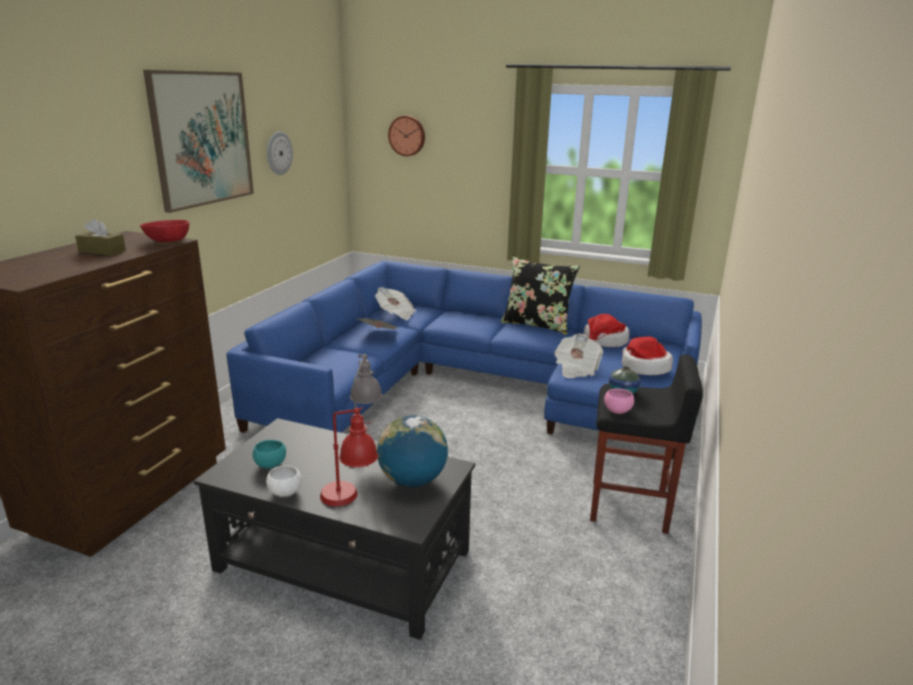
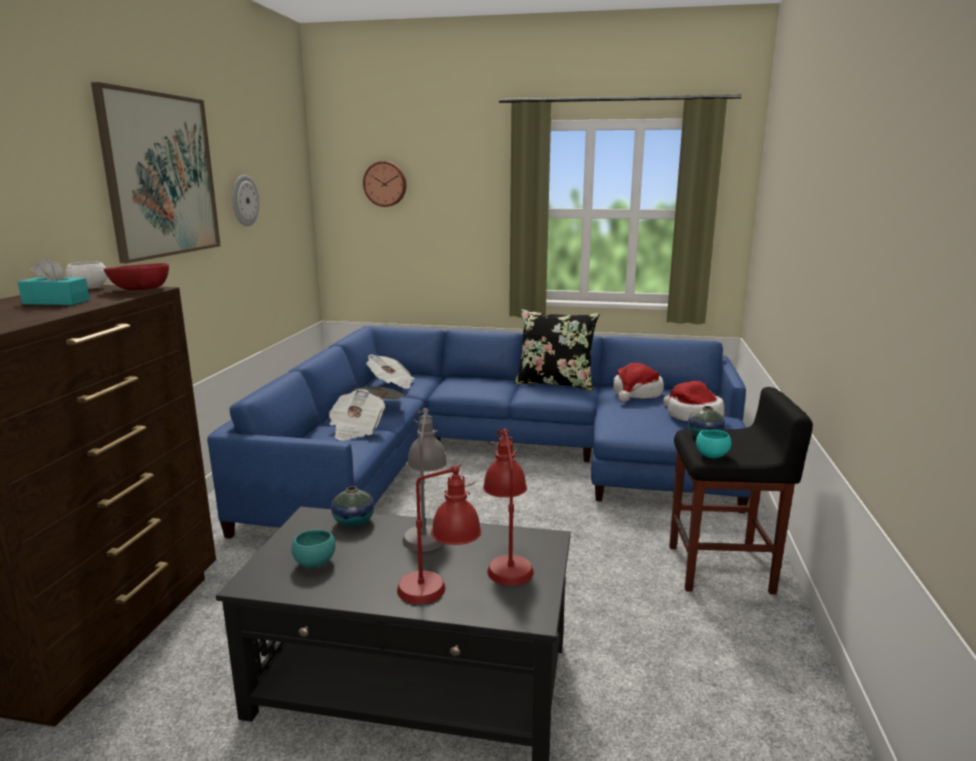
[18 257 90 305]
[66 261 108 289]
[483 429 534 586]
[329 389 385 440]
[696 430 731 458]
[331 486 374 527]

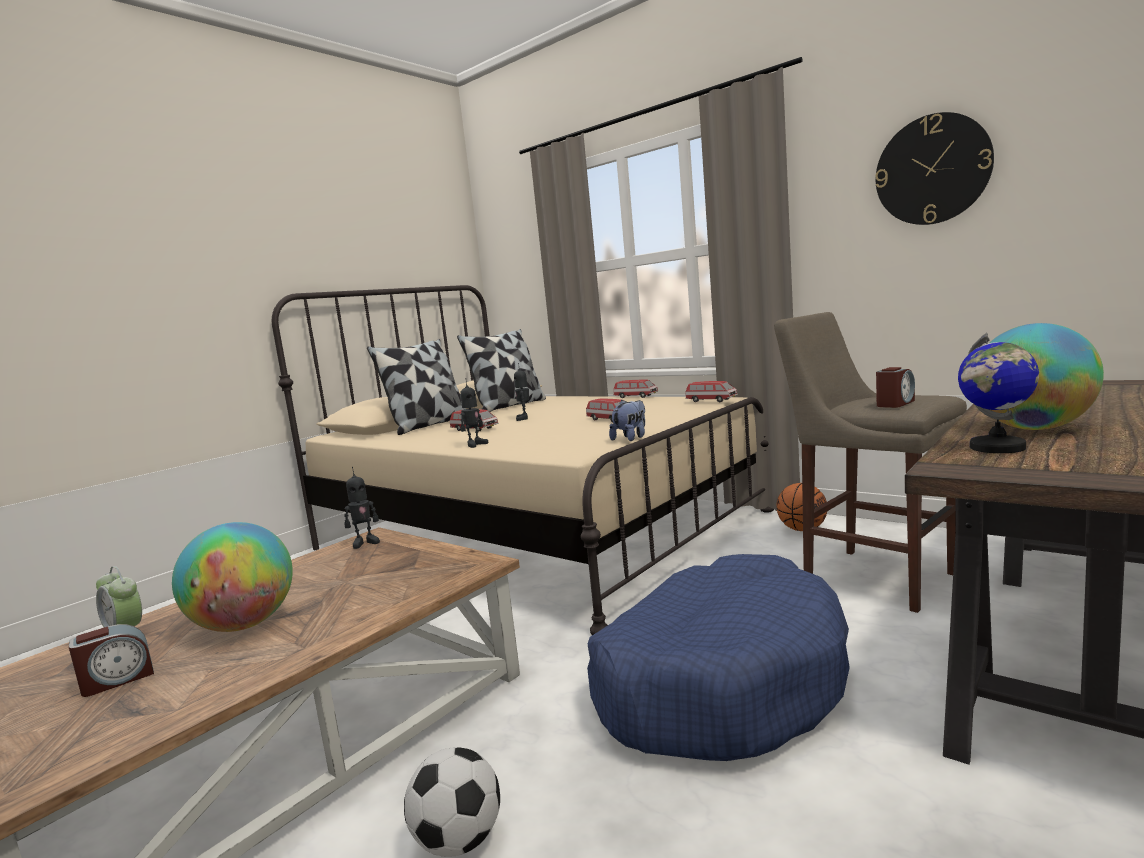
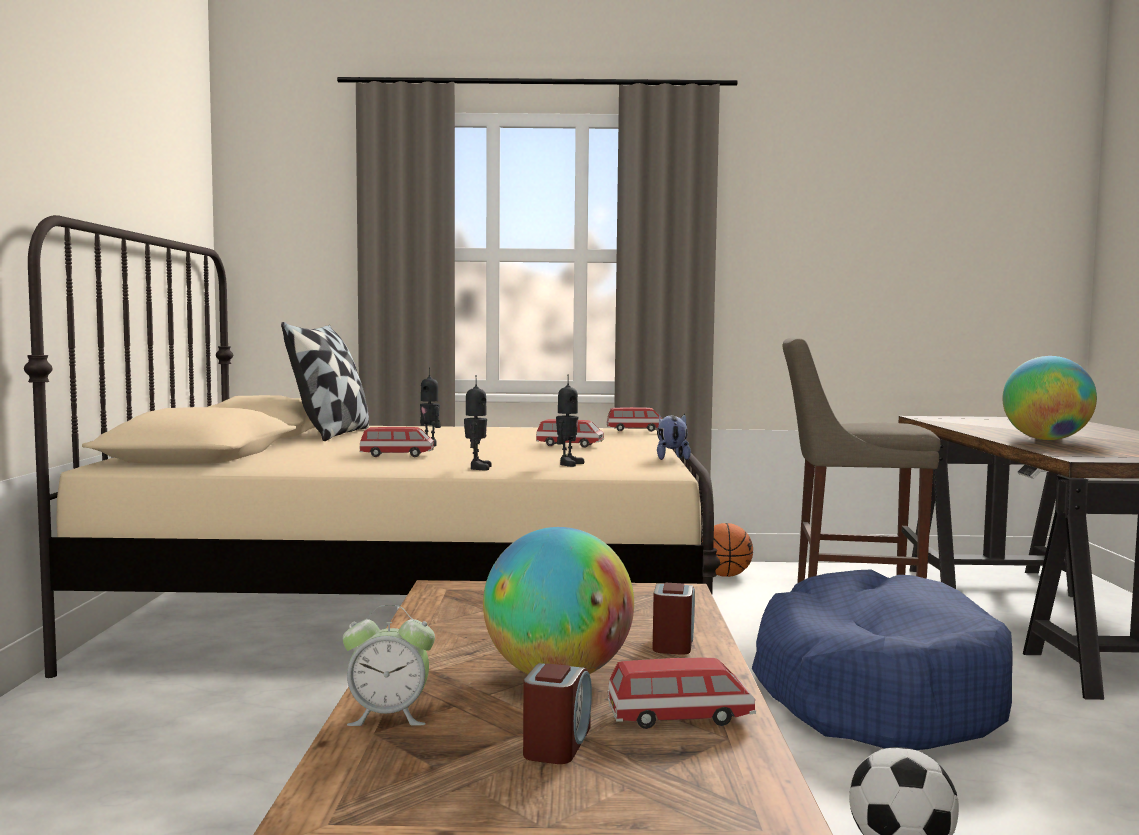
[556 375 584 467]
[367 339 466 435] (first image)
[608 657 756 729]
[875 112 994 225] (first image)
[653 583 695 655]
[958 333 1039 453] (first image)

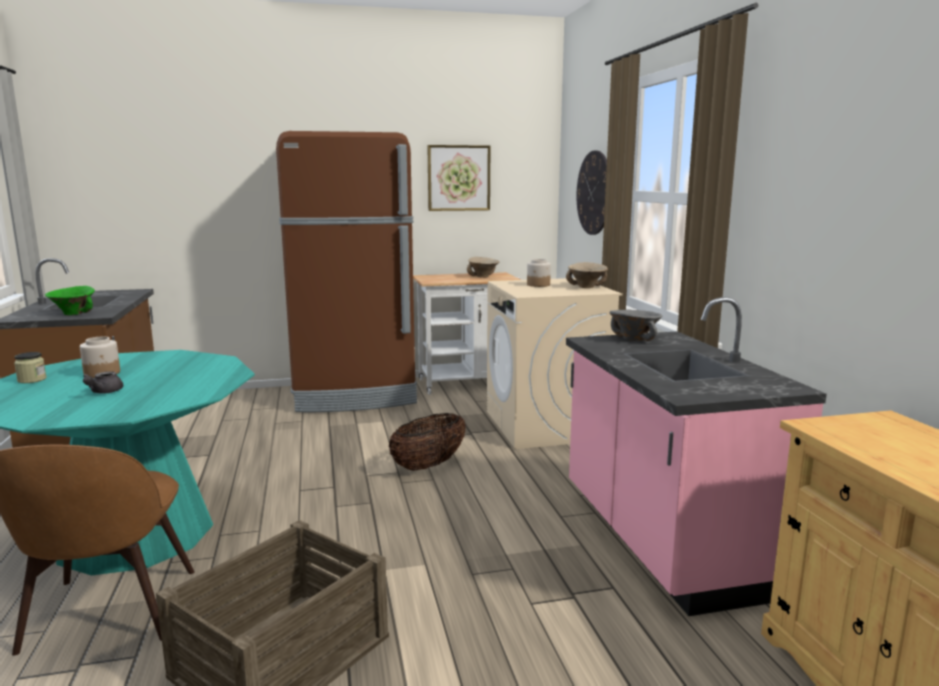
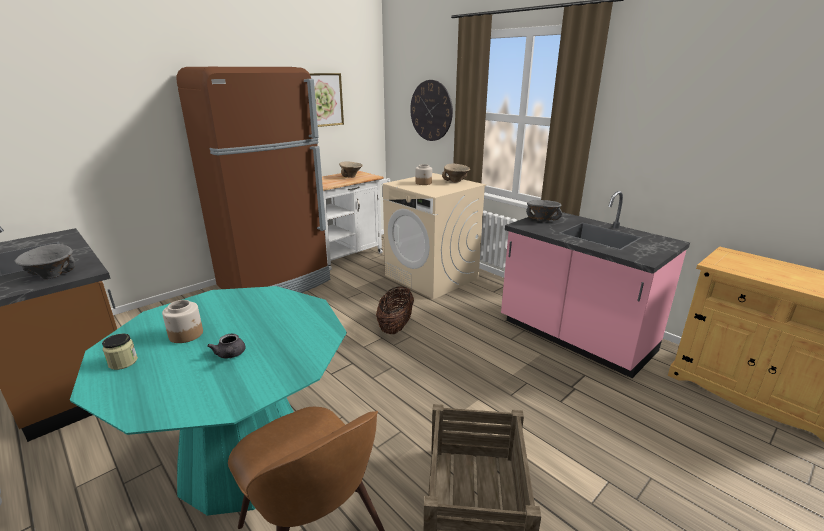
[15 244 75 279]

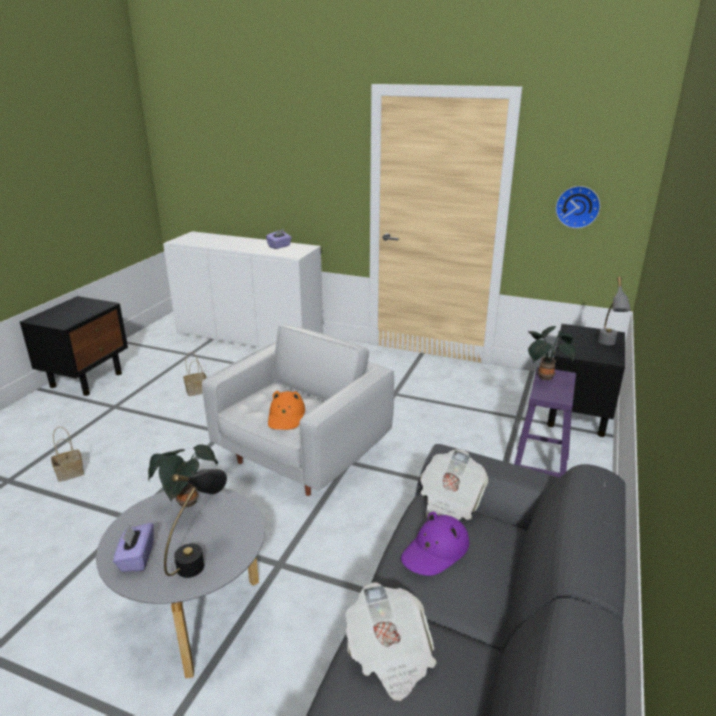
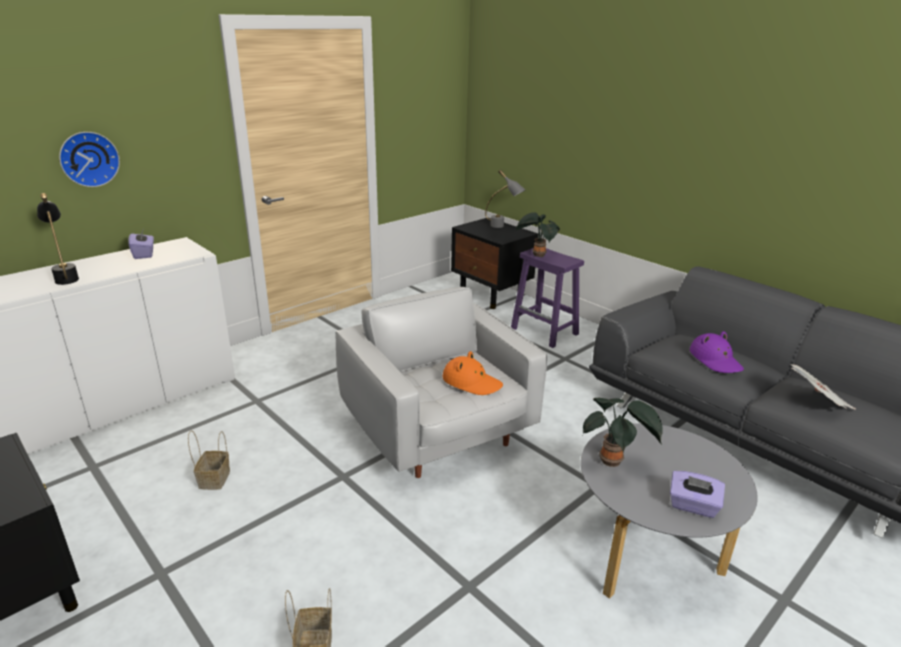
[37 193 79 285]
[420 449 488 520] (first image)
[59 132 120 187]

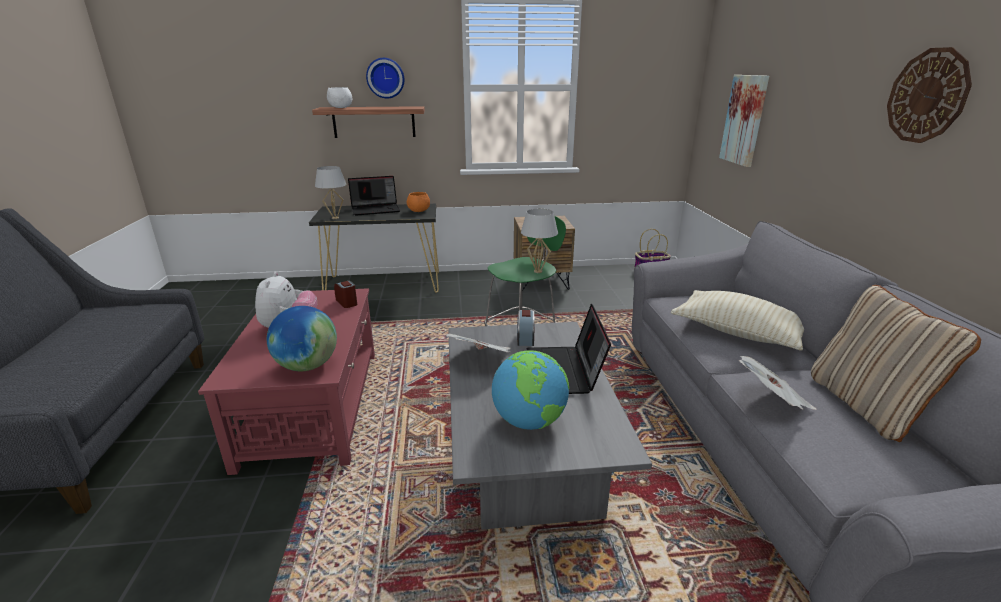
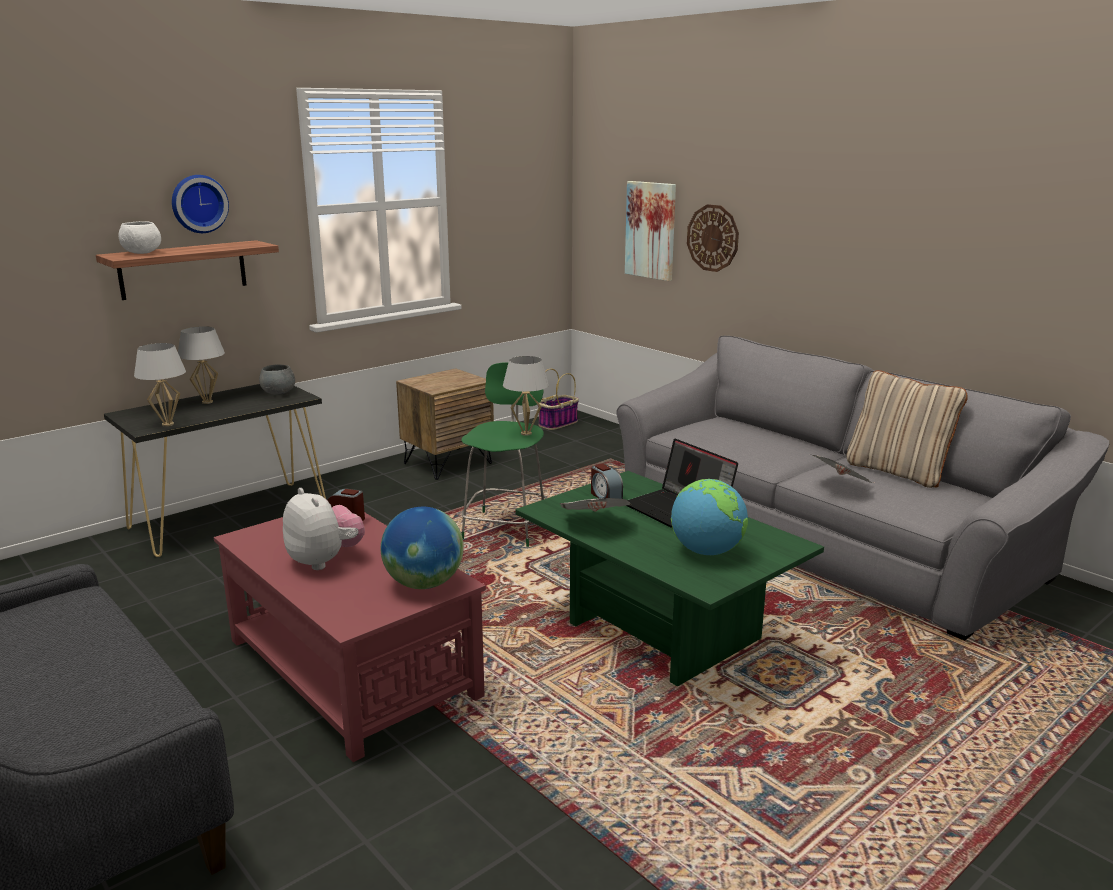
[178 326 225 404]
[259 364 295 395]
[516 471 824 686]
[671 290 804 351] (first image)
[687 204 739 272]

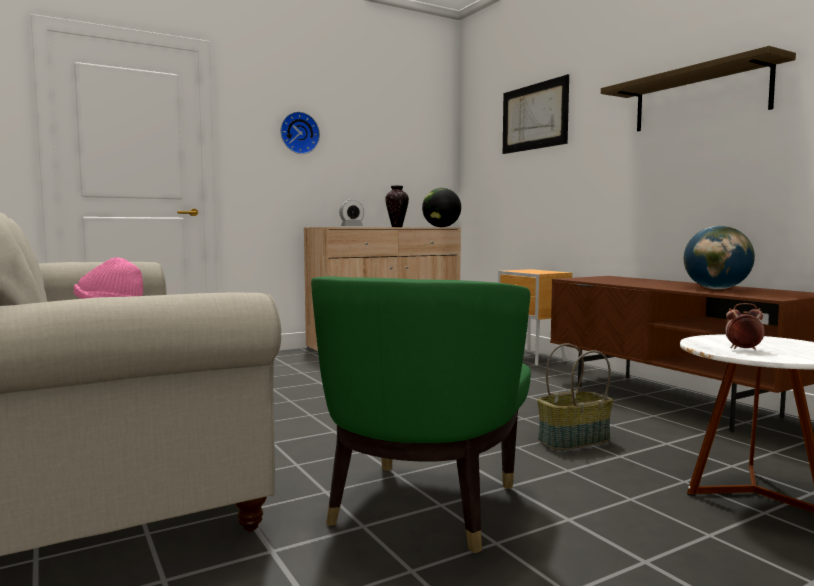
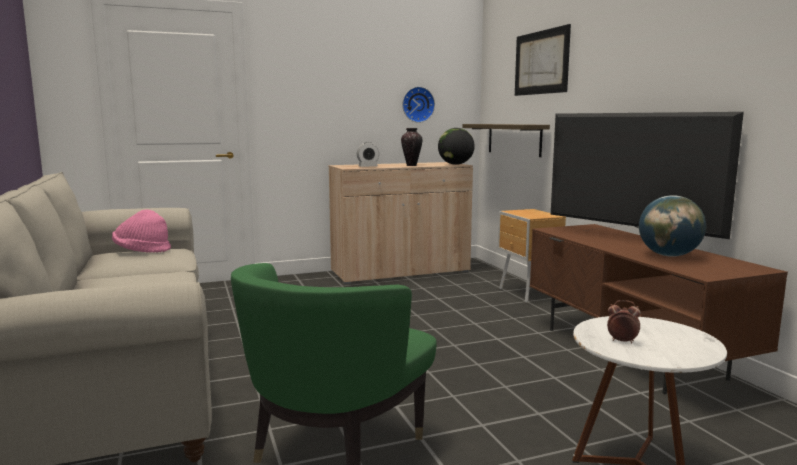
[402 87 435 123]
[537 343 613 450] (first image)
[463 124 550 157]
[551 112 744 239]

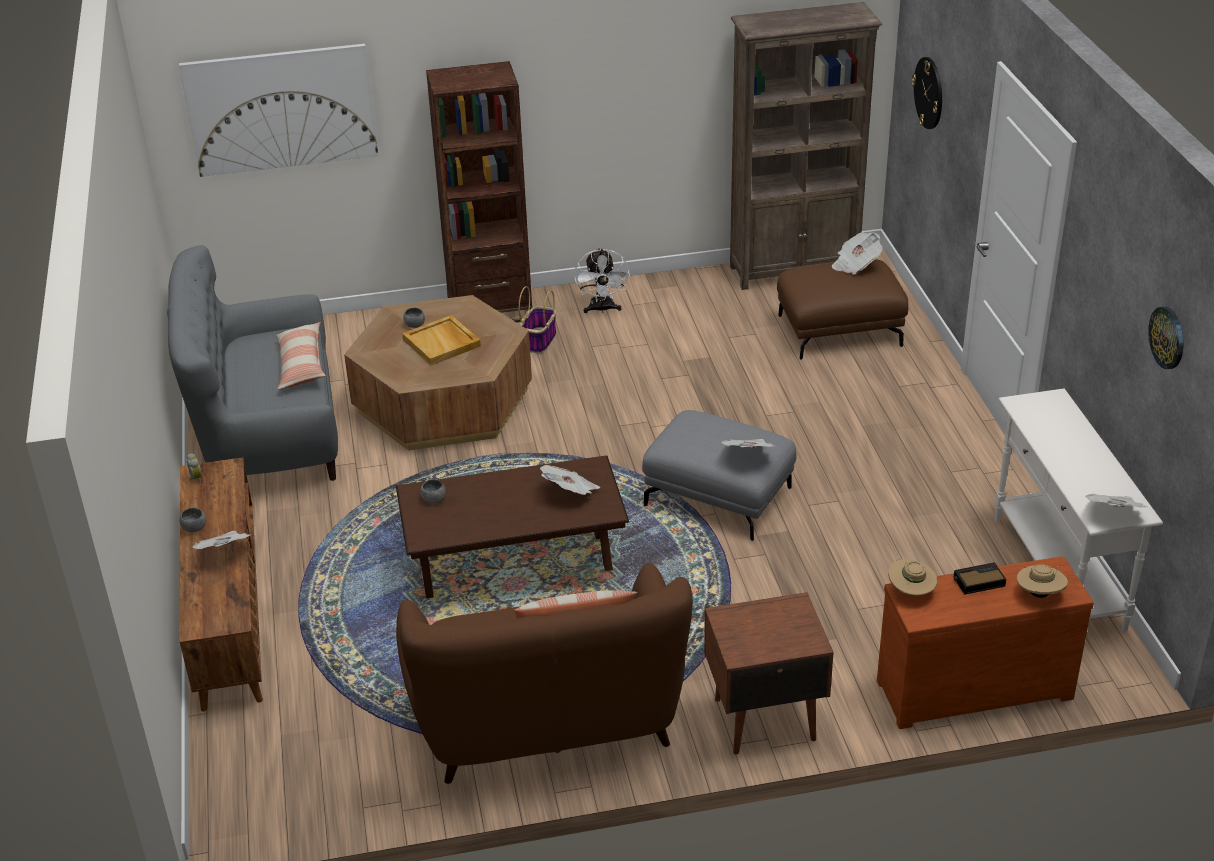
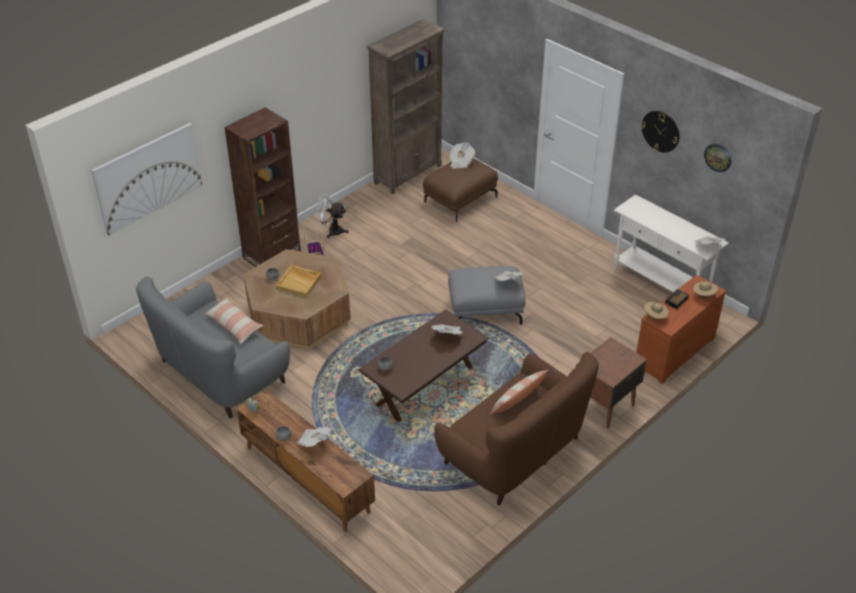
[316 193 348 238]
[641 111 680 153]

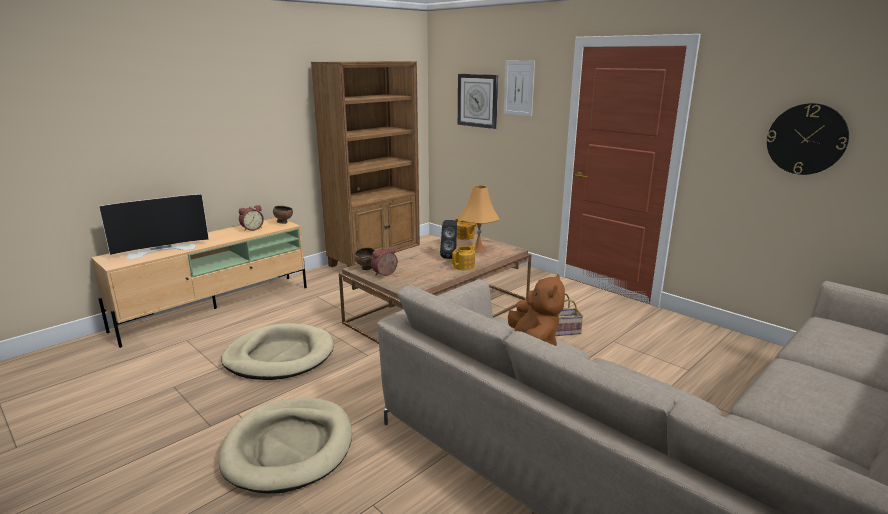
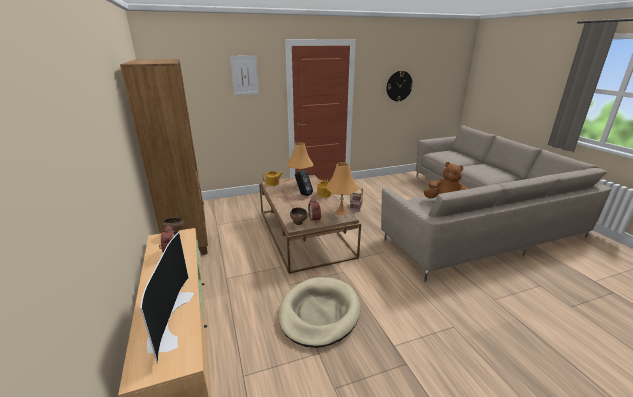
[218 398 352 494] (first image)
[458 74 498 129] (first image)
[325 163 359 215]

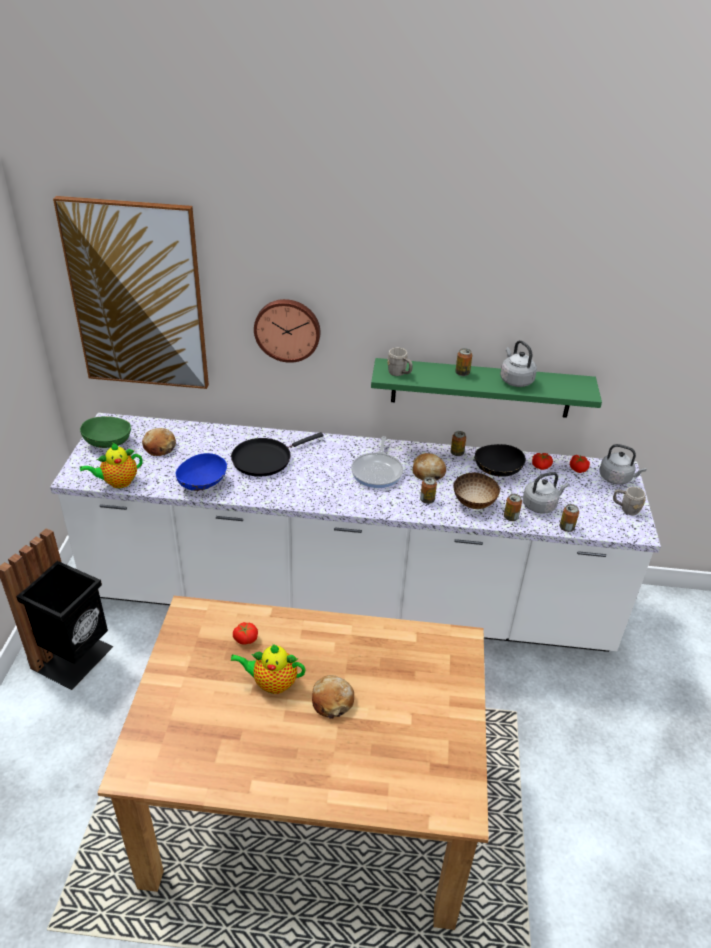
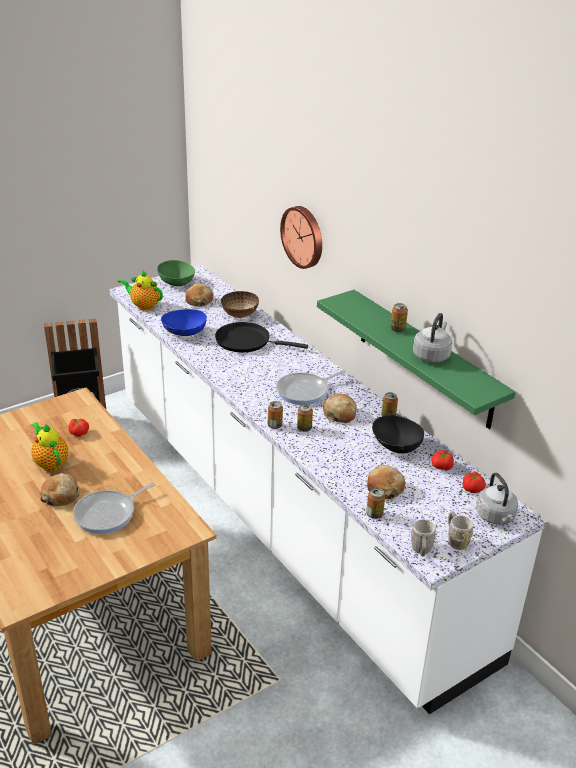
[53 196 209 389] (first image)
[411 519 436 557]
[221 291 259 318]
[268 401 283 429]
[367 465 405 499]
[73 483 155 534]

